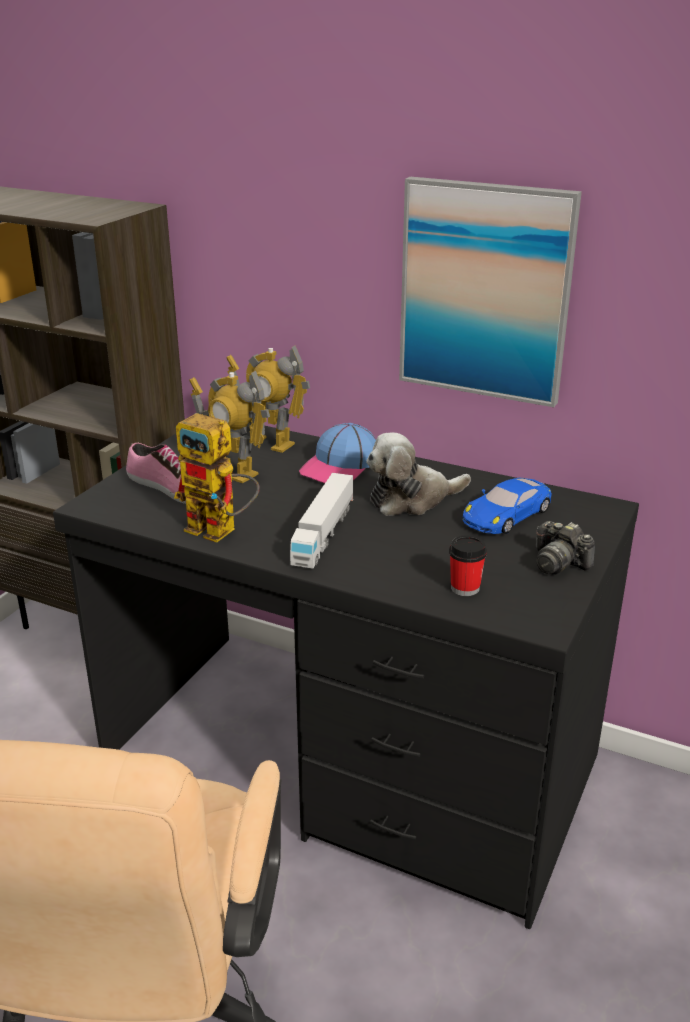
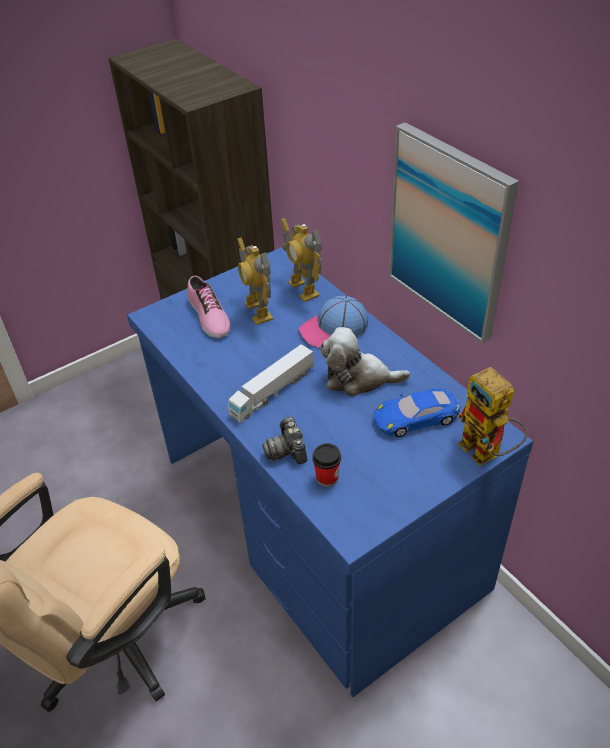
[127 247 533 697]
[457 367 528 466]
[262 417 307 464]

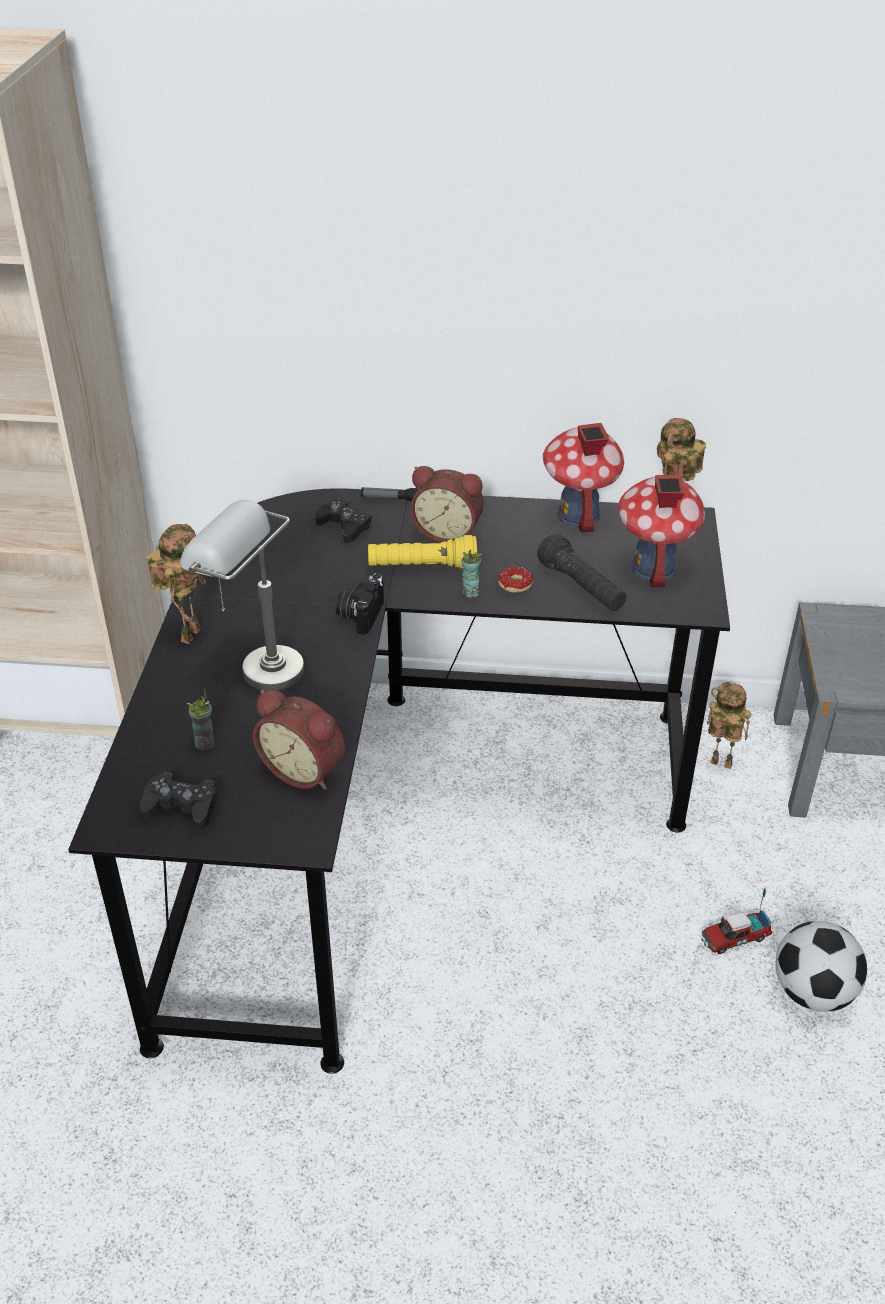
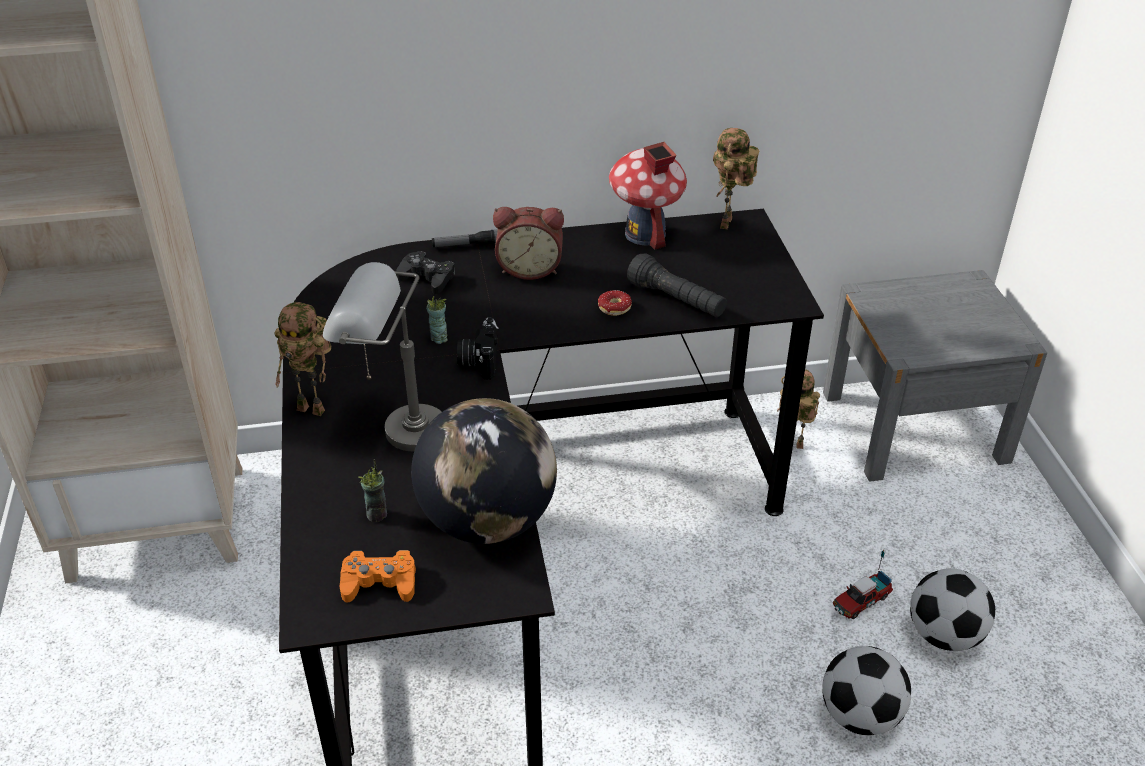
[340 550 416 602]
[275 302 331 416]
[411 398 557 544]
[368 535 477 568] (first image)
[426 296 448 344]
[618 475 705 587] (first image)
[822 646 911 735]

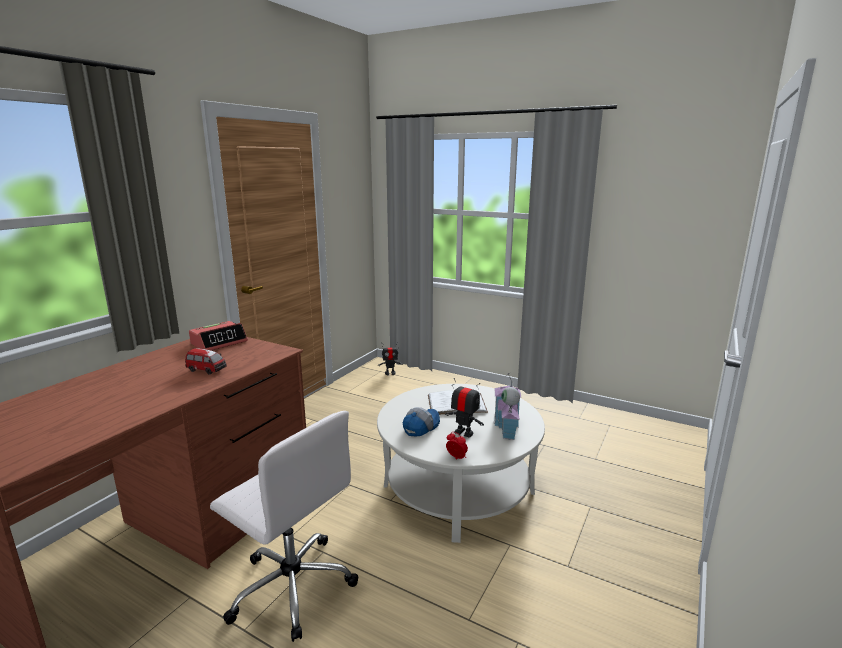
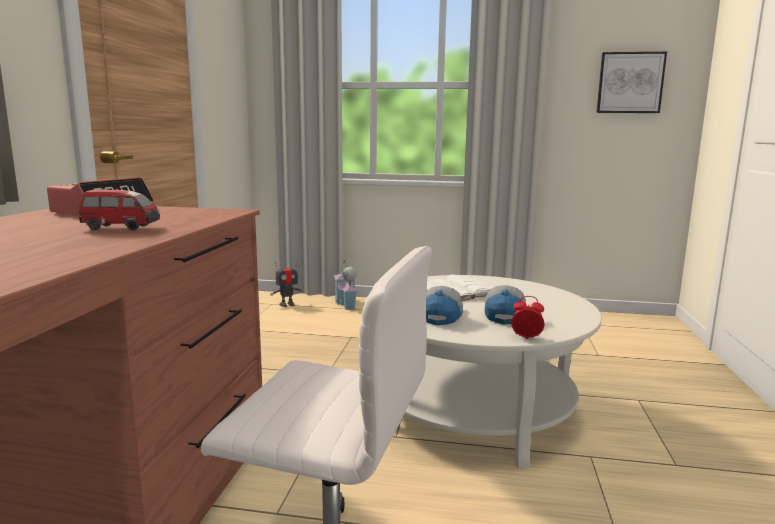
[485 285 526 324]
[334 259 357 310]
[596 52 667 113]

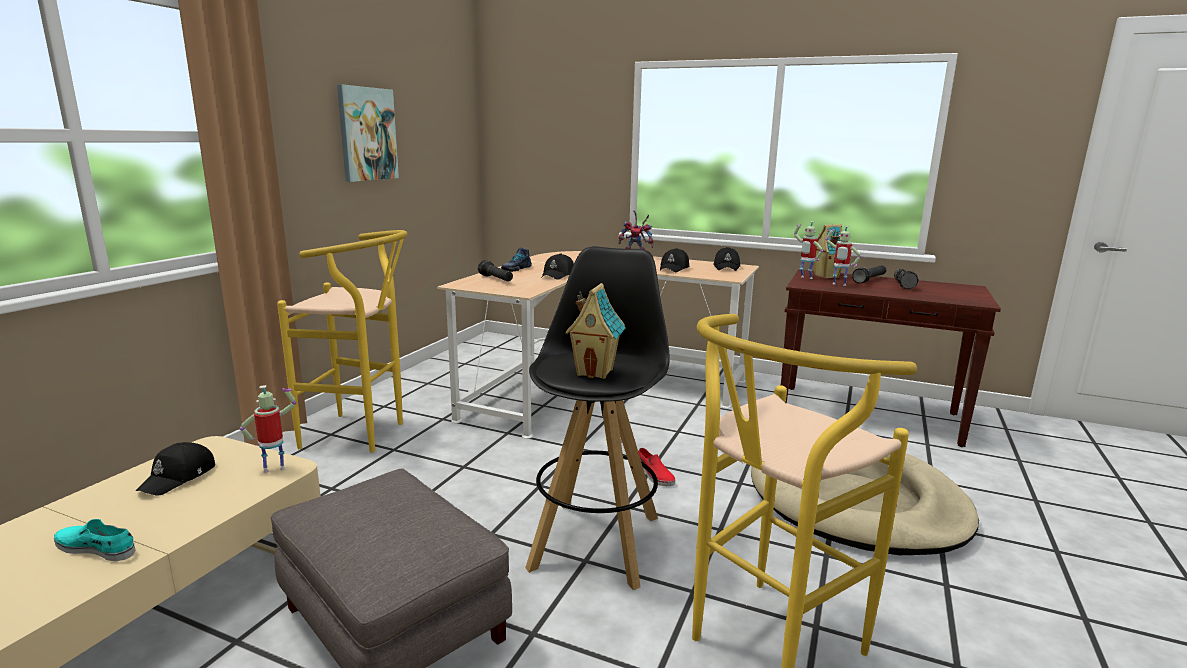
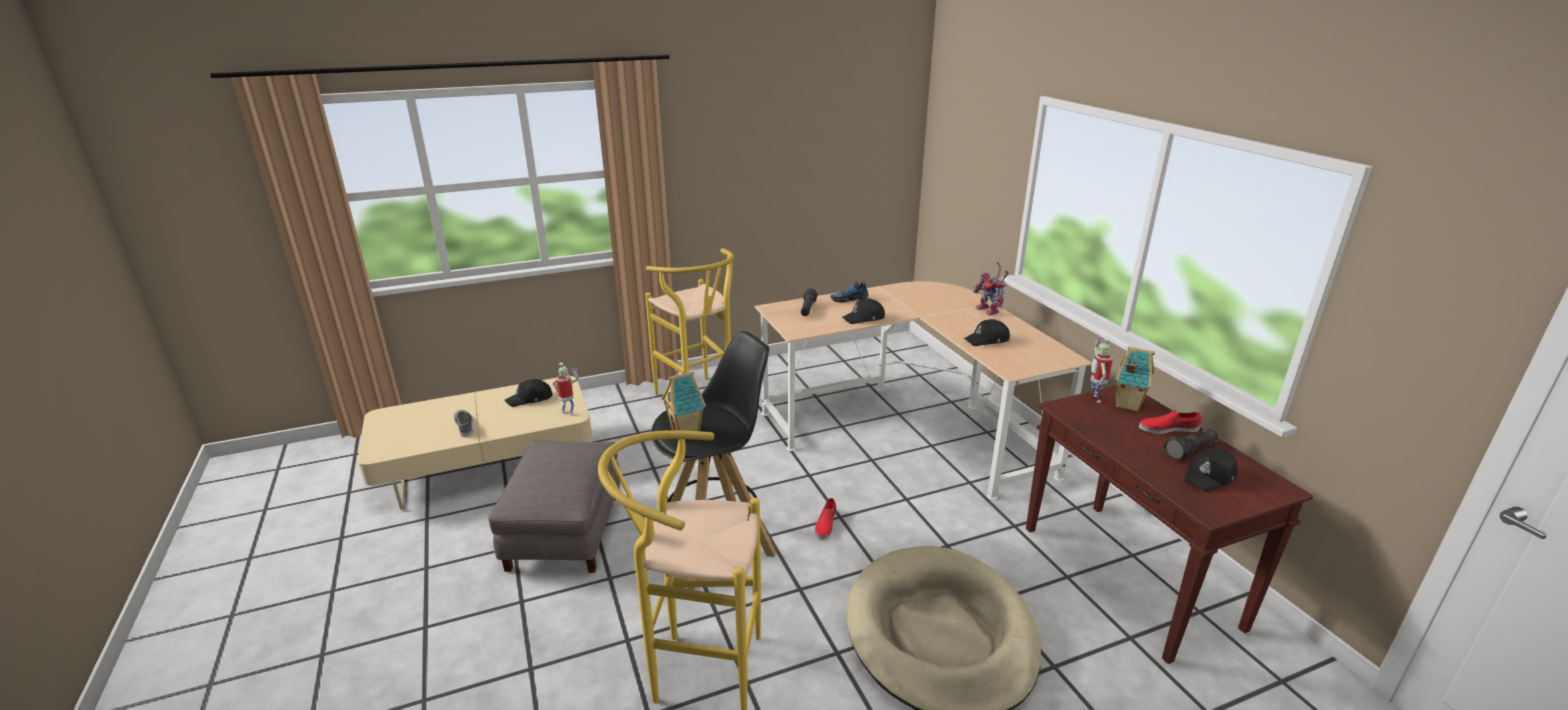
[454 410 473 437]
[337 84 399 182] (first image)
[1183 448 1238 492]
[825 226 861 286] (first image)
[1139 410 1201 434]

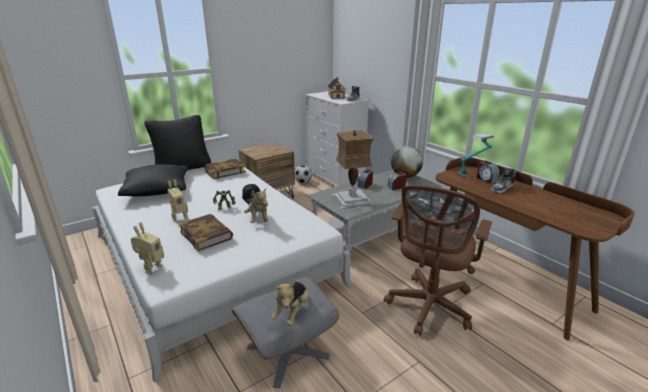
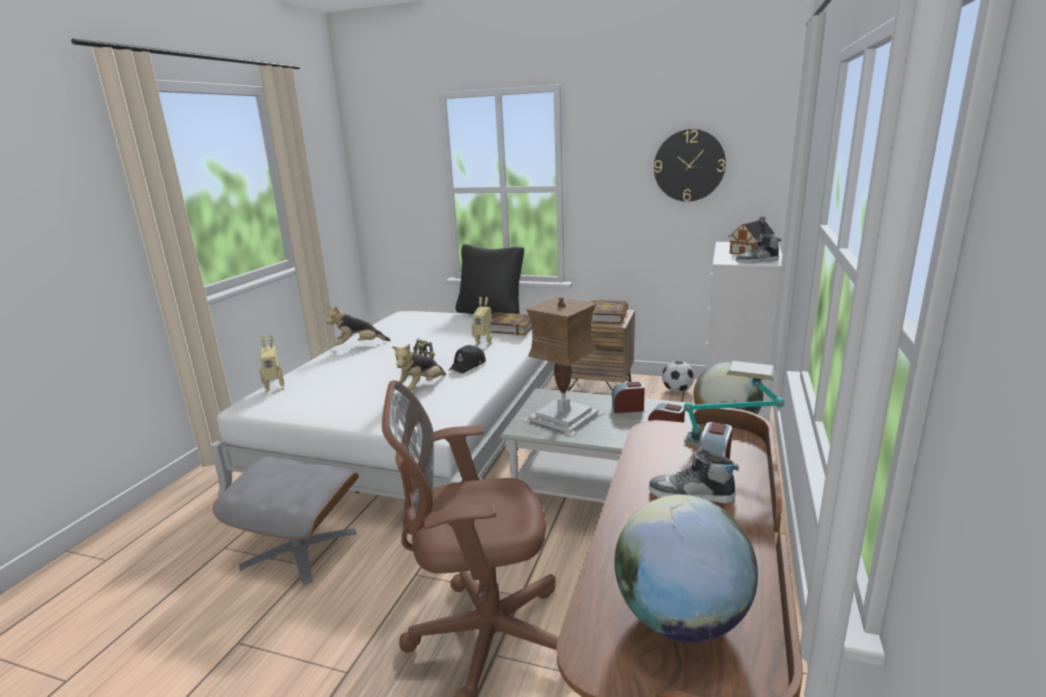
[118 164 189 197] (first image)
[471 297 492 346]
[591 300 628 324]
[325 306 391 345]
[615 495 758 642]
[654 129 726 202]

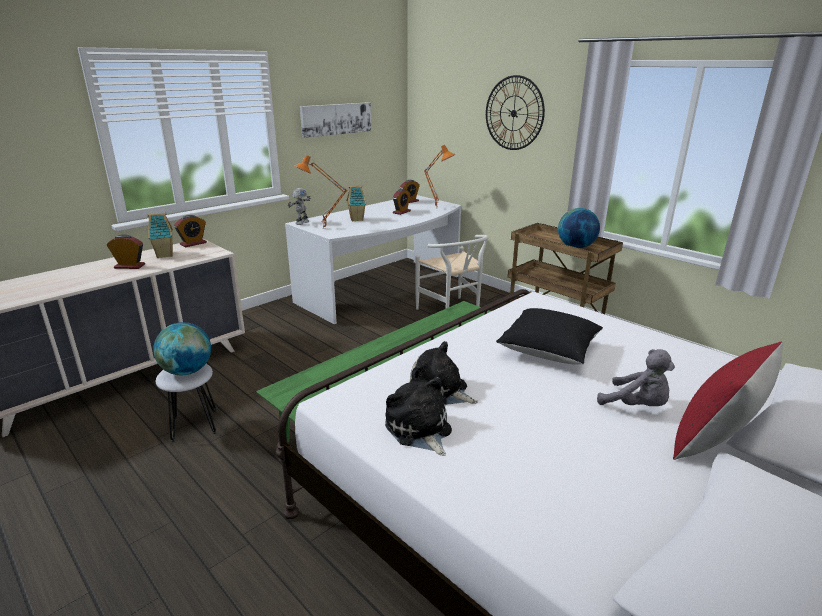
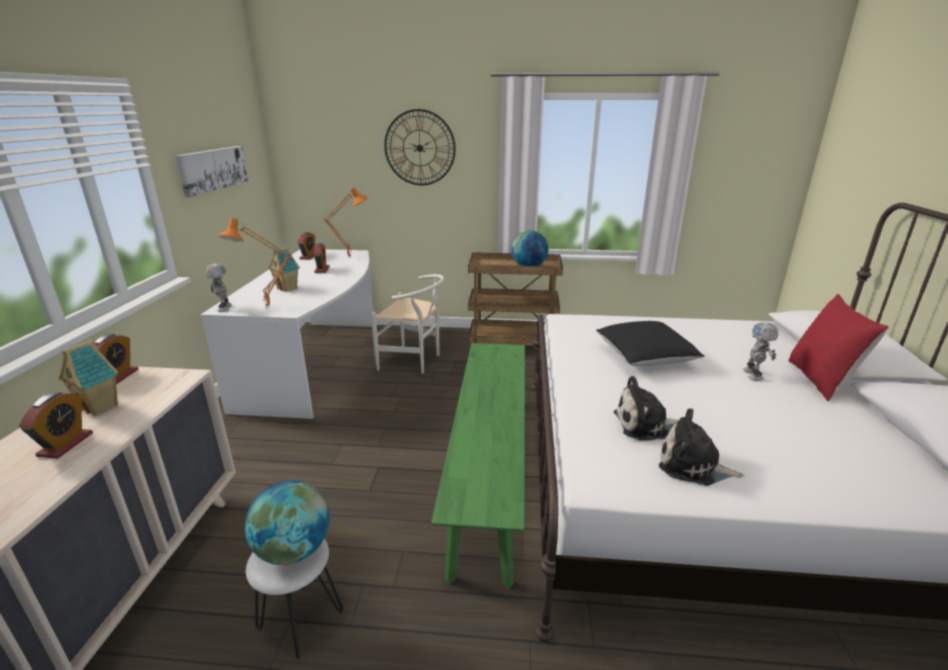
[19 392 93 459]
[743 322 778 381]

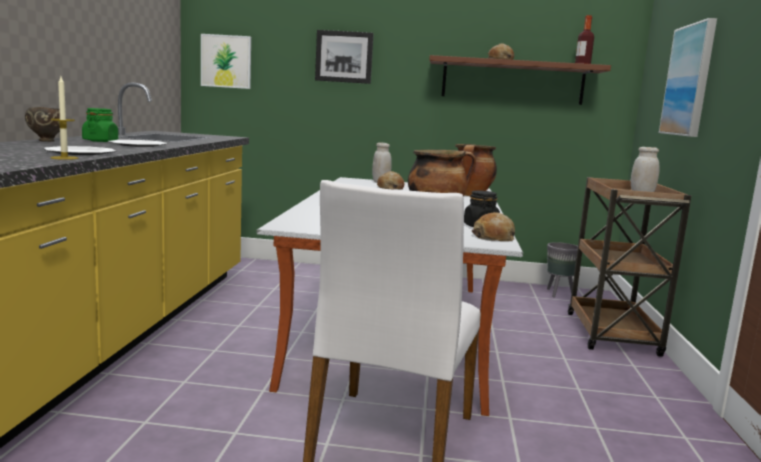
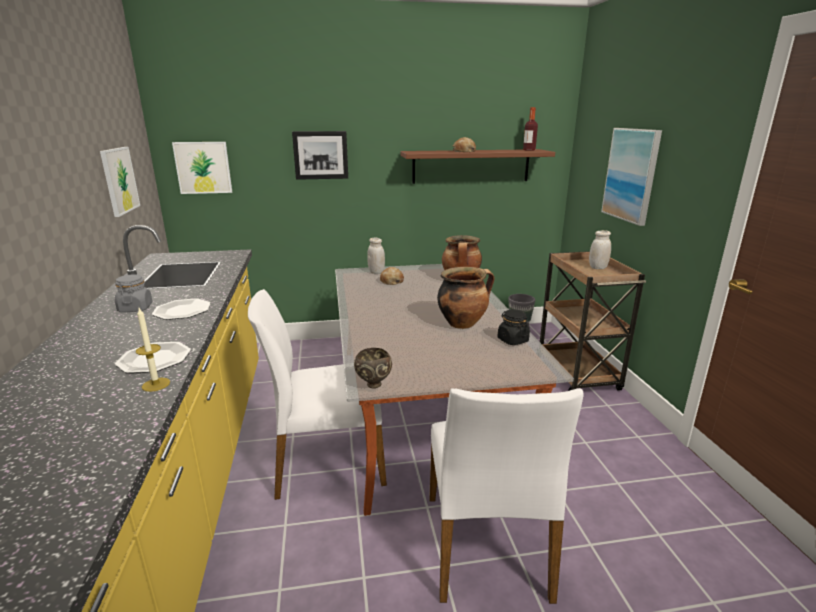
[354 348 392 388]
[115 274 153 312]
[472 212 515 241] (first image)
[100 147 140 217]
[248 289 387 500]

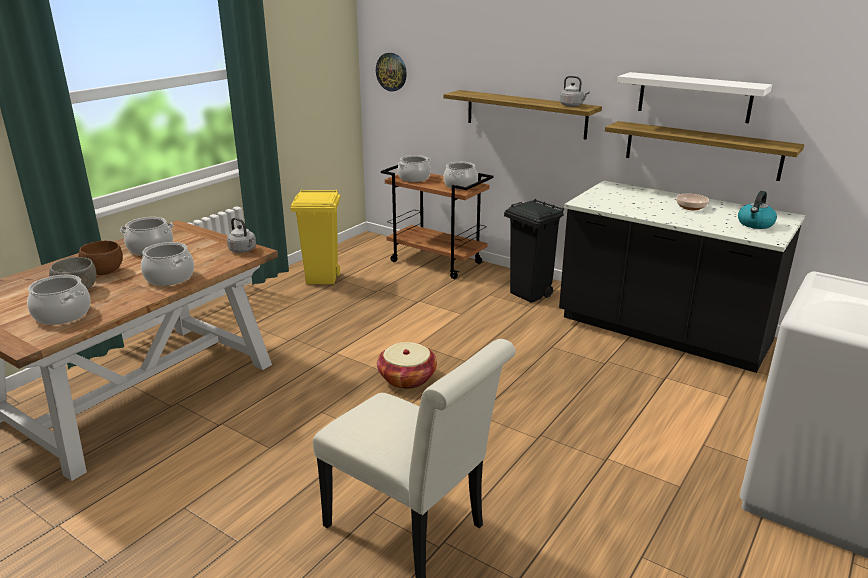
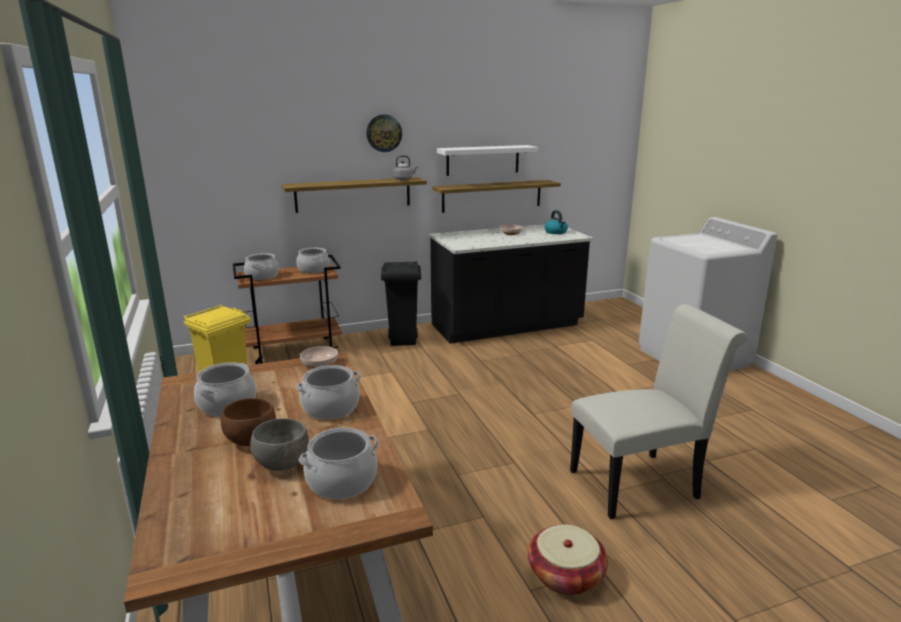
[300 346 338 368]
[366 114 402 152]
[528 524 608 595]

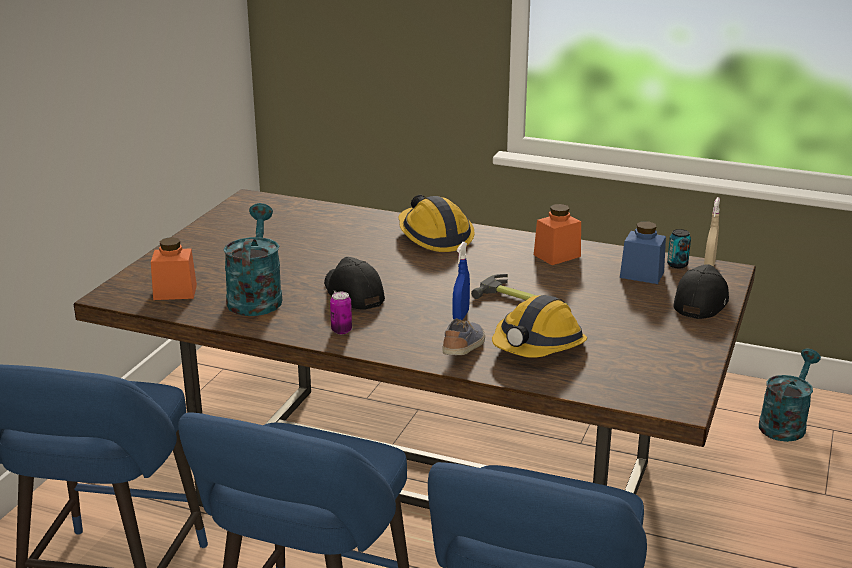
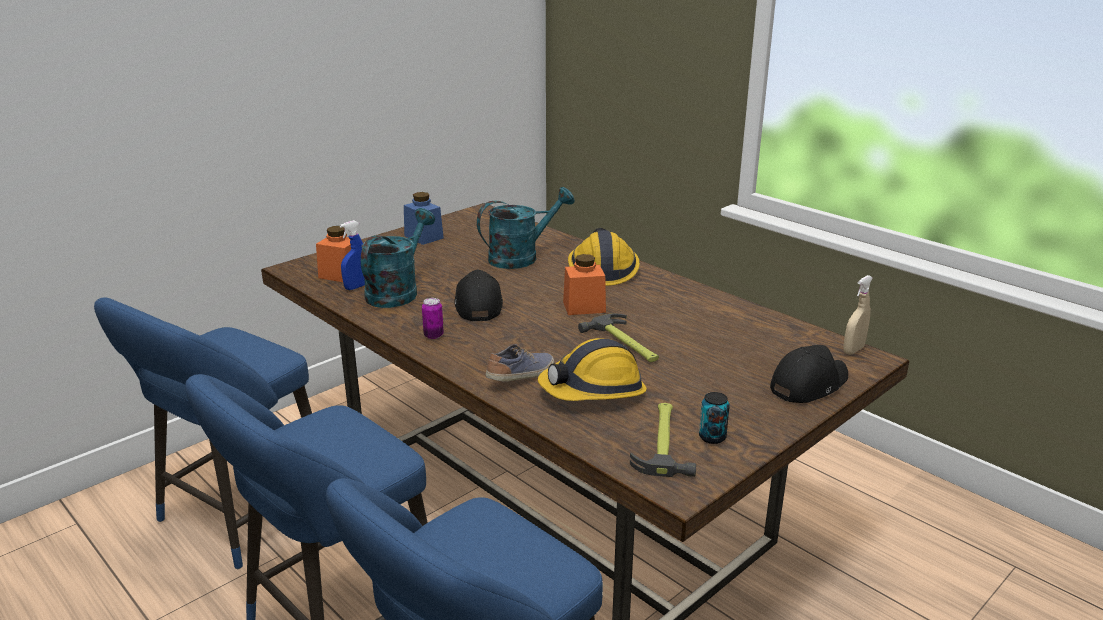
[340 220 365 290]
[563 254 606 315]
[404 192 444 245]
[699 392 730 444]
[477 187 575 269]
[630 403 696 477]

